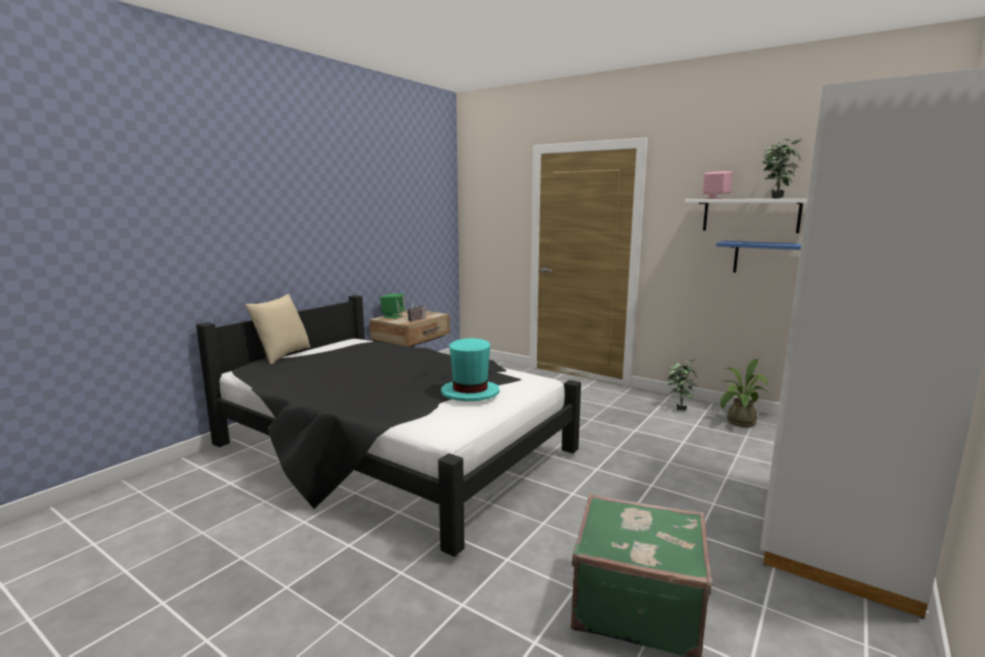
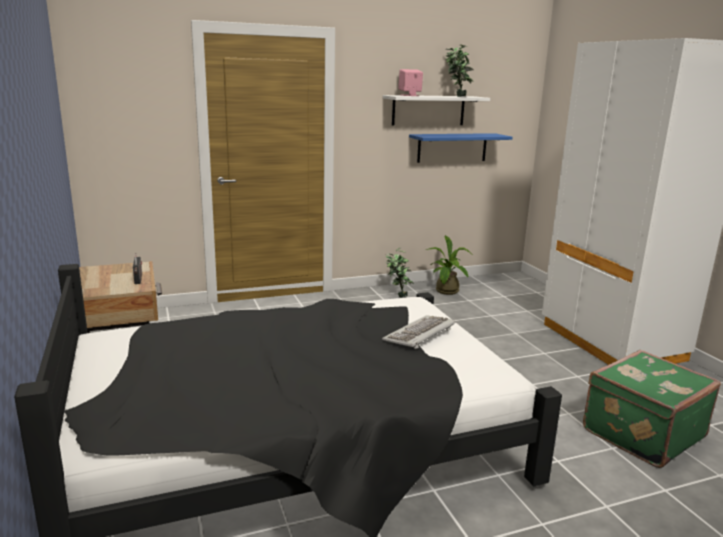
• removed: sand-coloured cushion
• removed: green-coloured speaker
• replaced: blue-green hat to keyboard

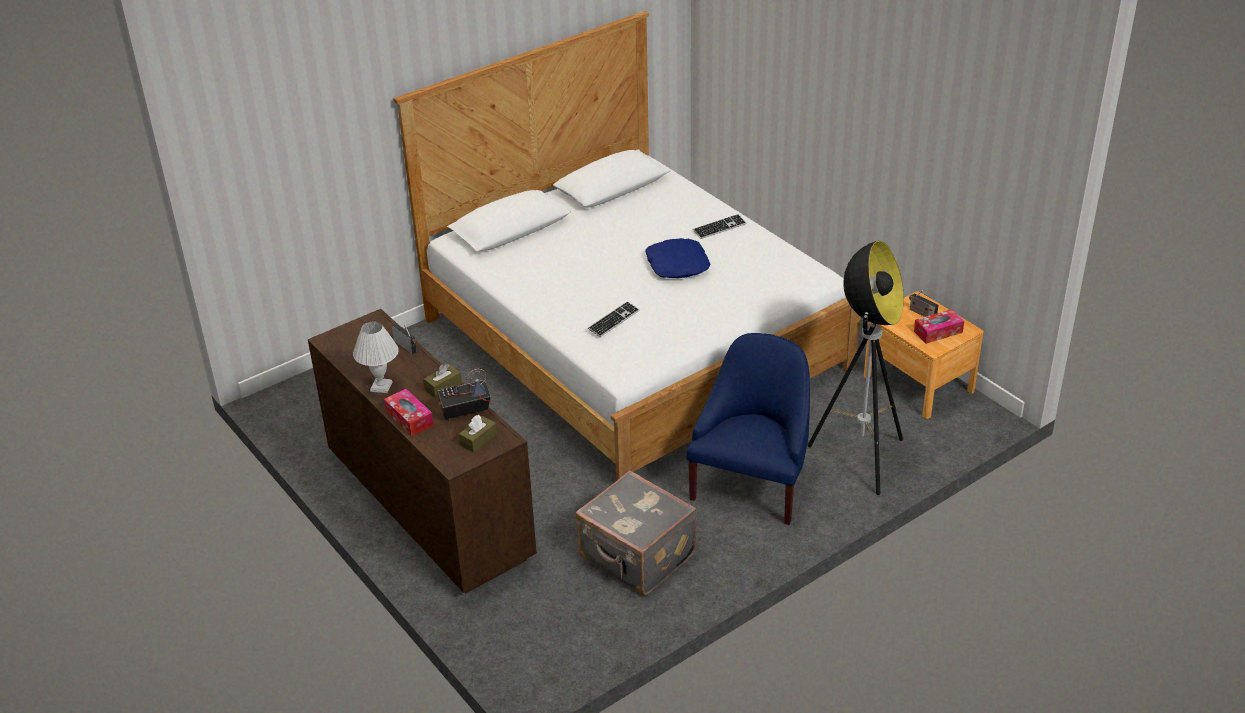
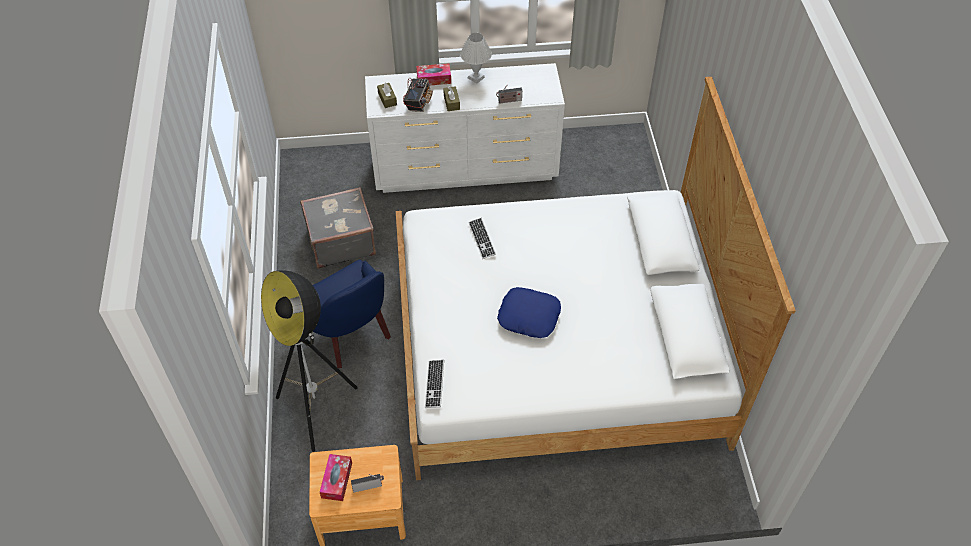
• moved: keyboard (2nd from left in the first image) to keyboard (1st from left)
• recoloured: brown-coloured drawer chest to white-coloured drawer chest

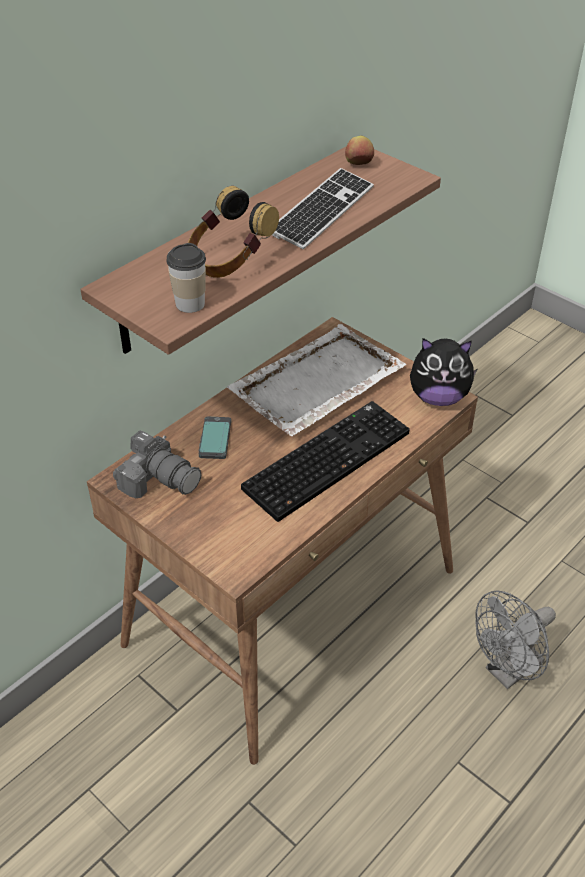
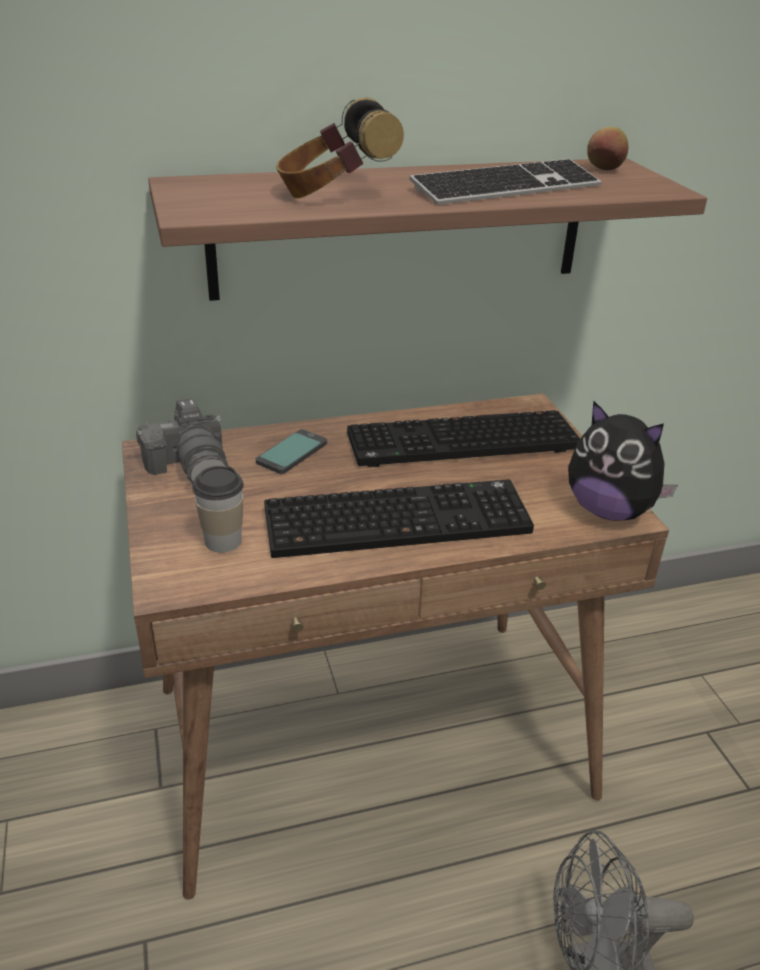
• moved: drinking cup
• replaced: white-coloured carrying tray to keyboard (2nd from left)

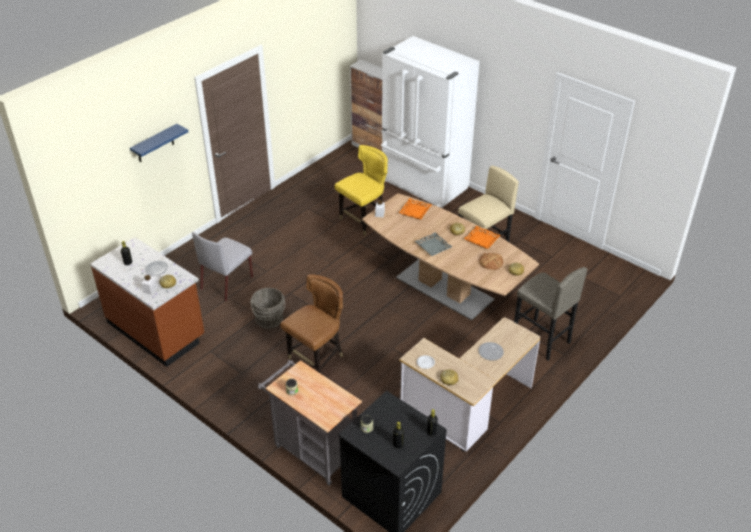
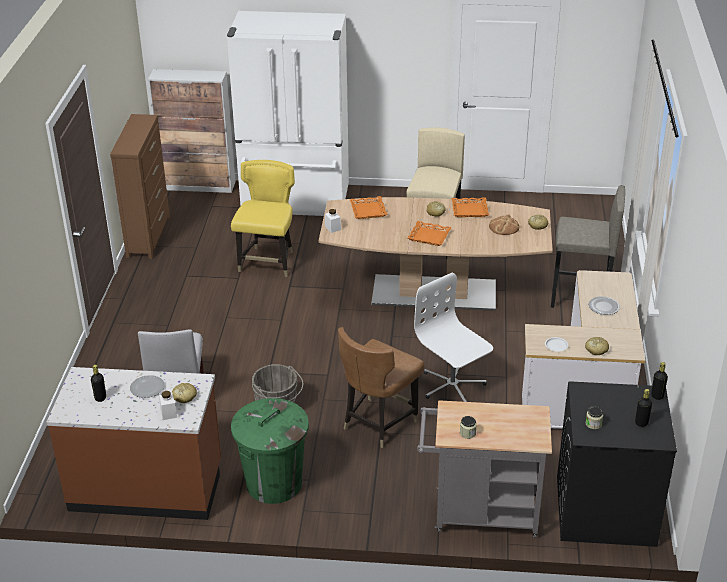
• removed: bluish bracket shelf
• added: brown-coloured drawer chest
• added: green-coloured trash can
• added: white-coloured office chair
• recoloured: greyish carrying tray to orange carrying tray (2nd from left)
• turned: brown-coloured upright chair 150 degrees counterclockwise

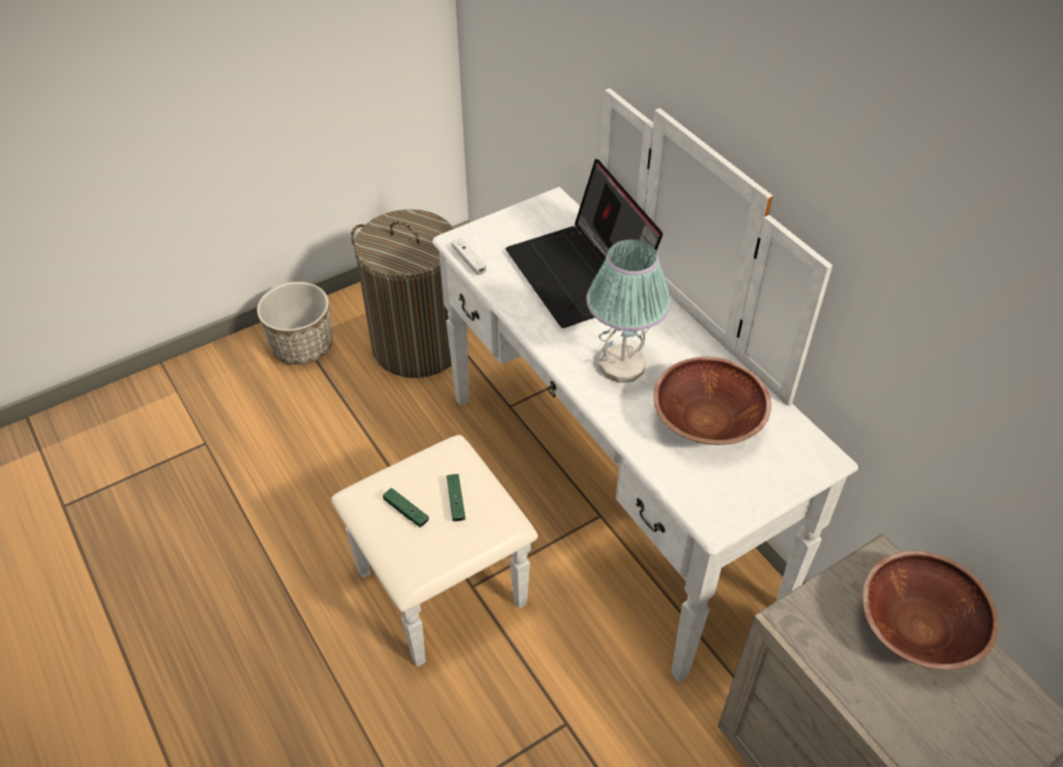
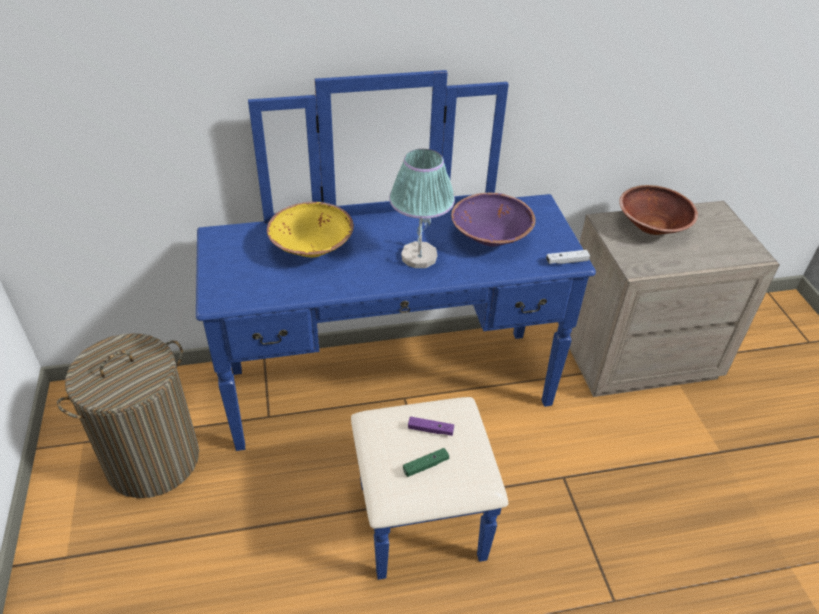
• removed: planter
• moved: white-coloured joypad
• replaced: laptop to yellow-coloured deep dish
• recoloured: white-coloured drawer chest to bluish drawer chest
• recoloured: green-coloured joypad (2nd from left) to purple-coloured joypad
• recoloured: brown-coloured deep dish (1st from left) to purple-coloured deep dish

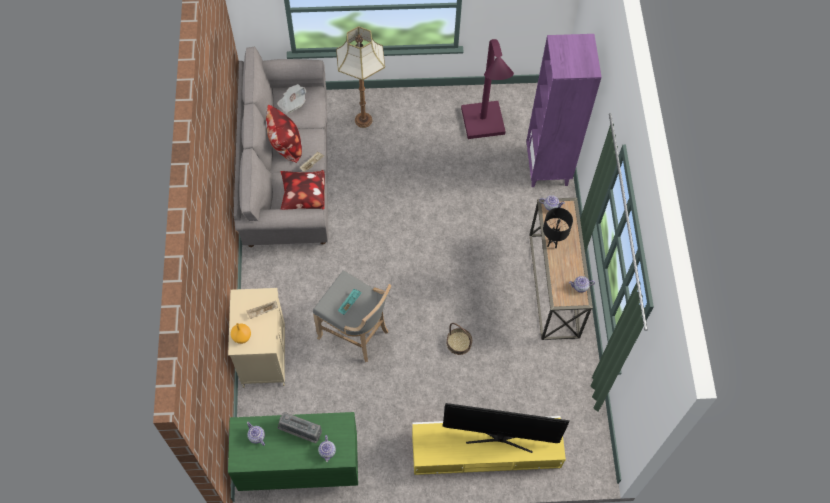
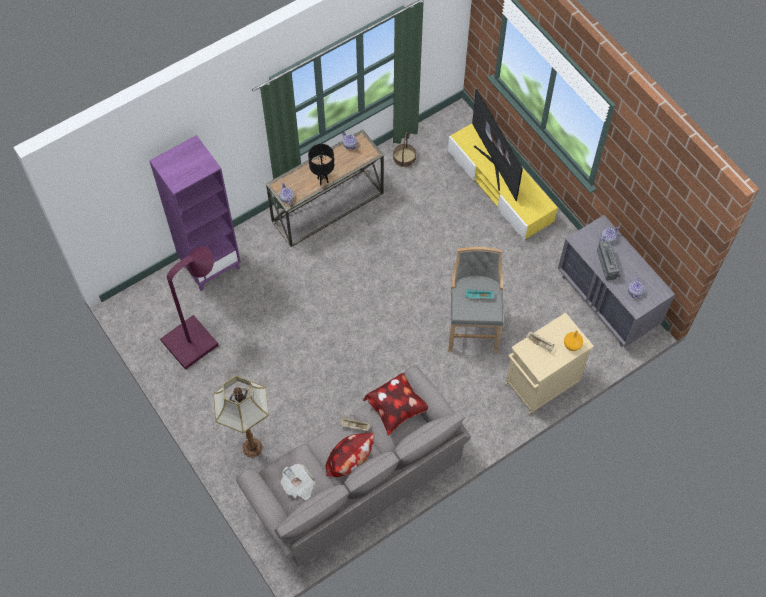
• moved: household basket
• recoloured: green-coloured drawer chest to greyish drawer chest

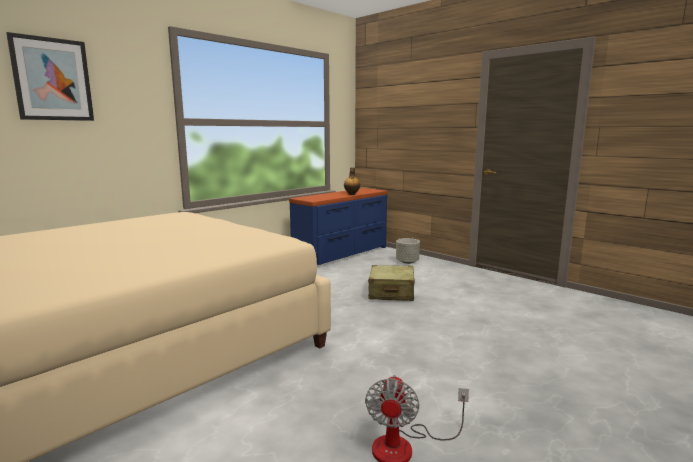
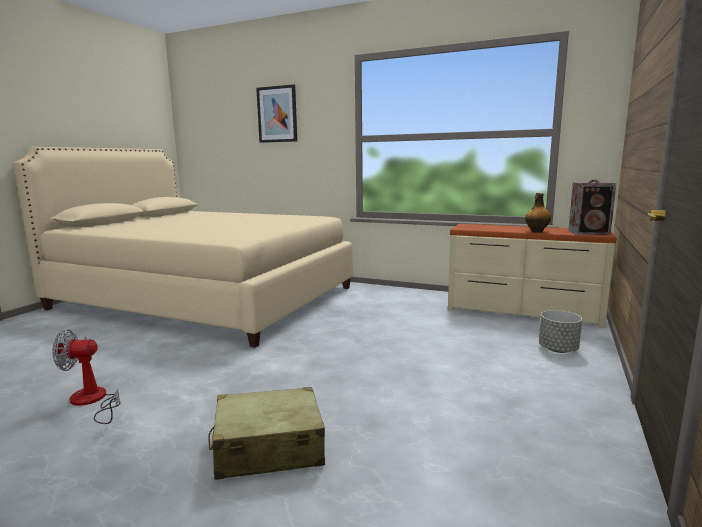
• added: speaker
• moved: sand-coloured piece of luggage
• recoloured: bluish drawer chest to sand-coloured drawer chest

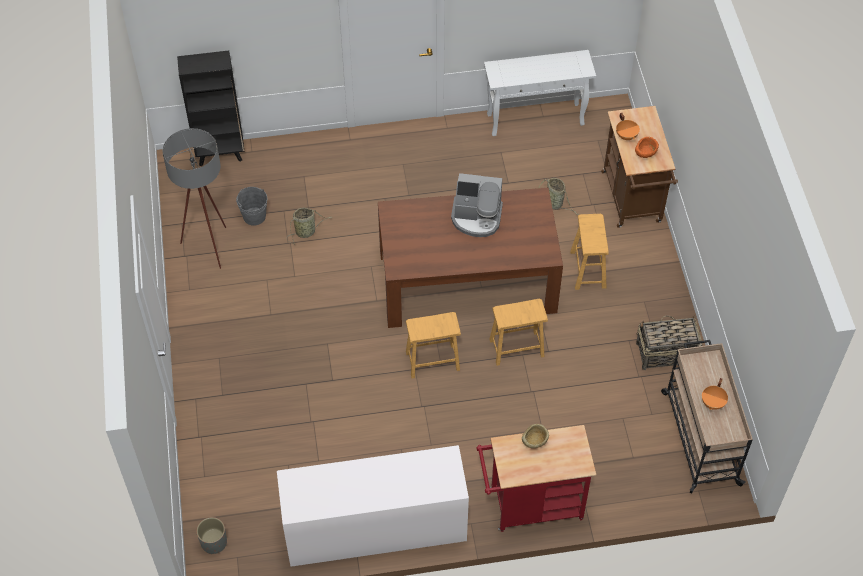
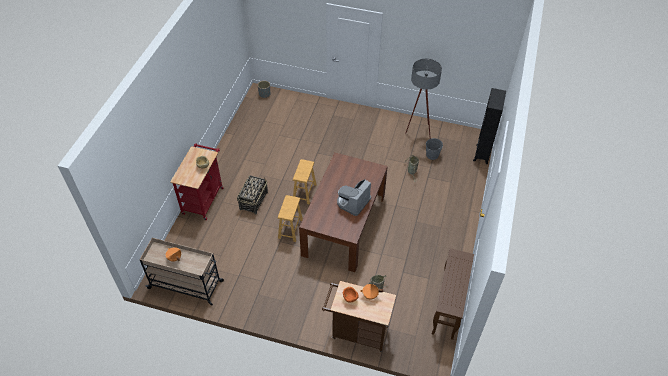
• removed: drawer chest
• removed: brown-coloured stool seat (3rd from left)
• moved: household basket (3rd from left in the first image) to household basket (1st from left)
• recoloured: white-coloured hall table to brown-coloured hall table

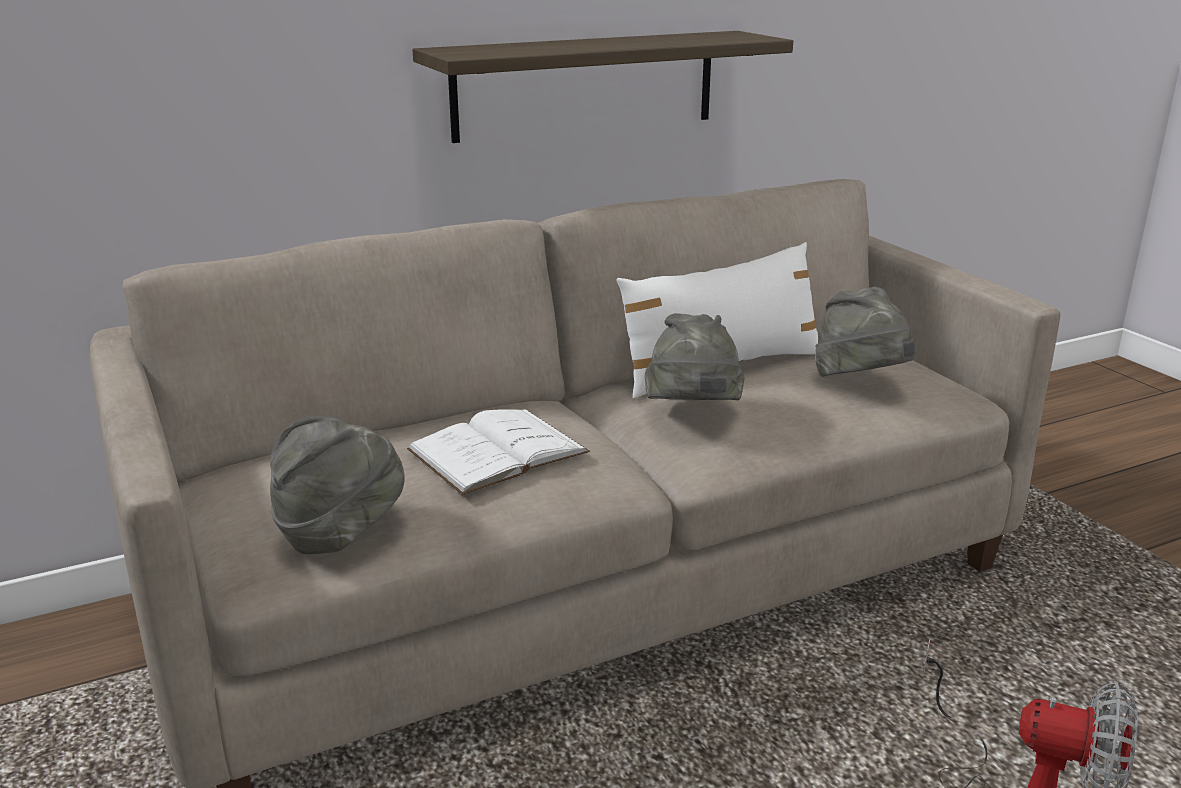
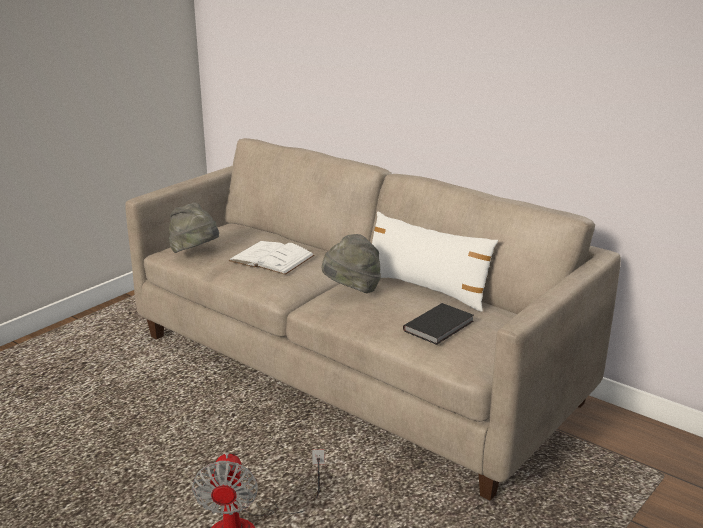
• removed: bracket shelf
• replaced: greyish hat (3rd from left) to black volume

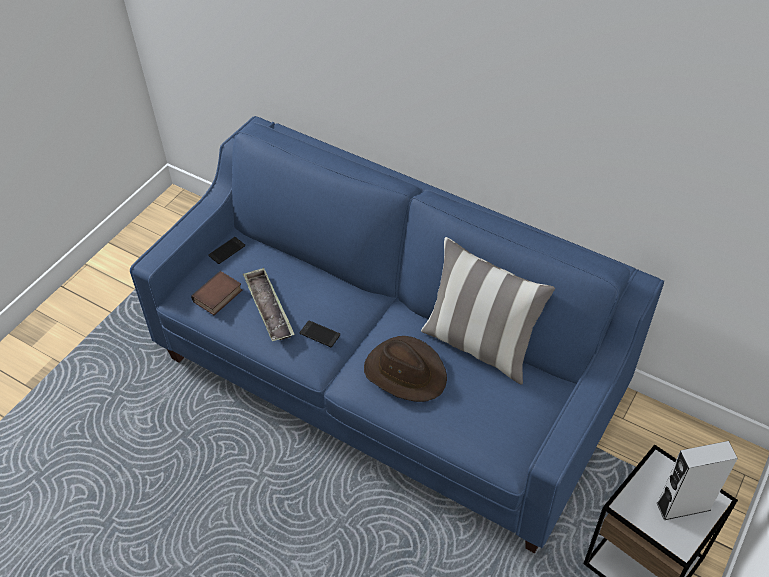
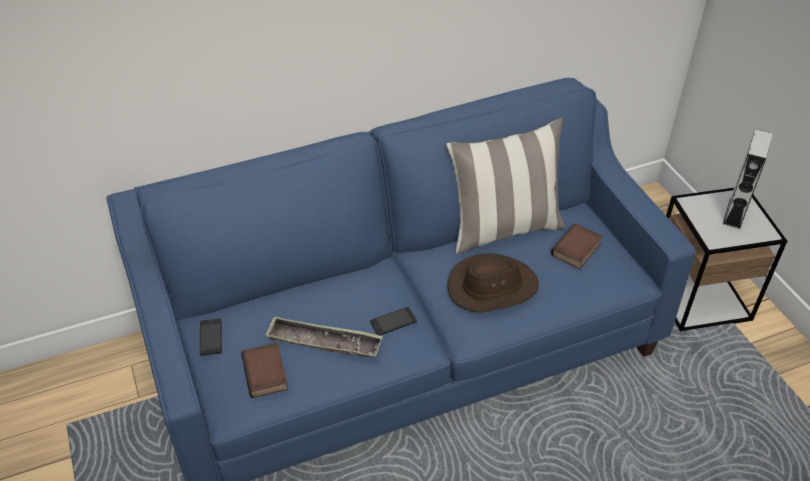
• added: volume (2nd from left)

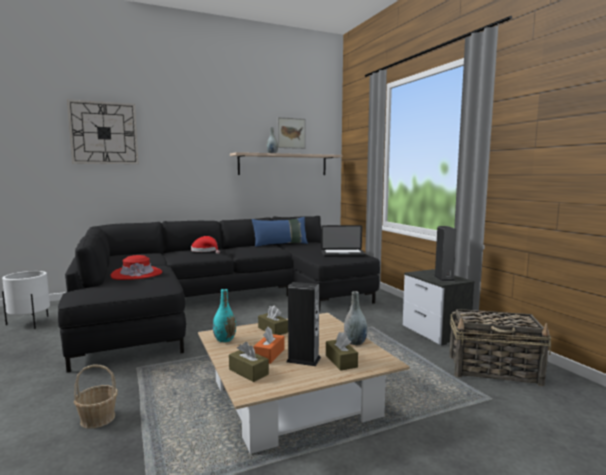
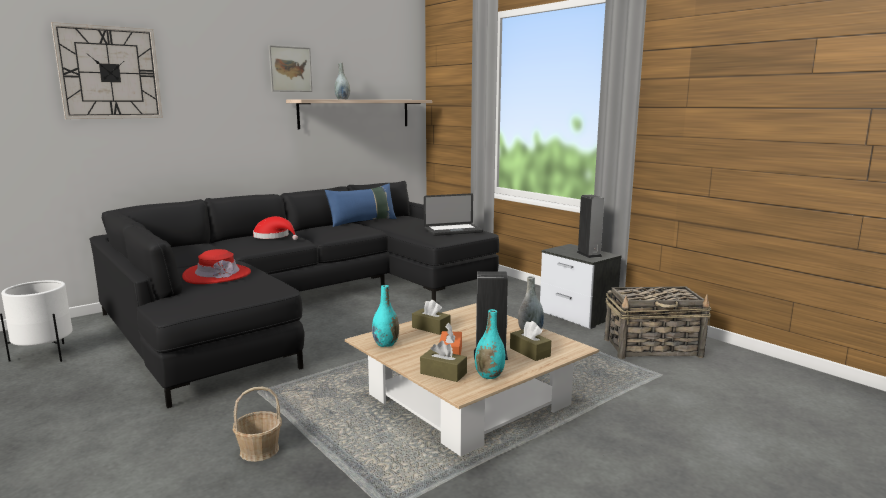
• added: blue-green flower vase (2nd from left)
• moved: wall picture

